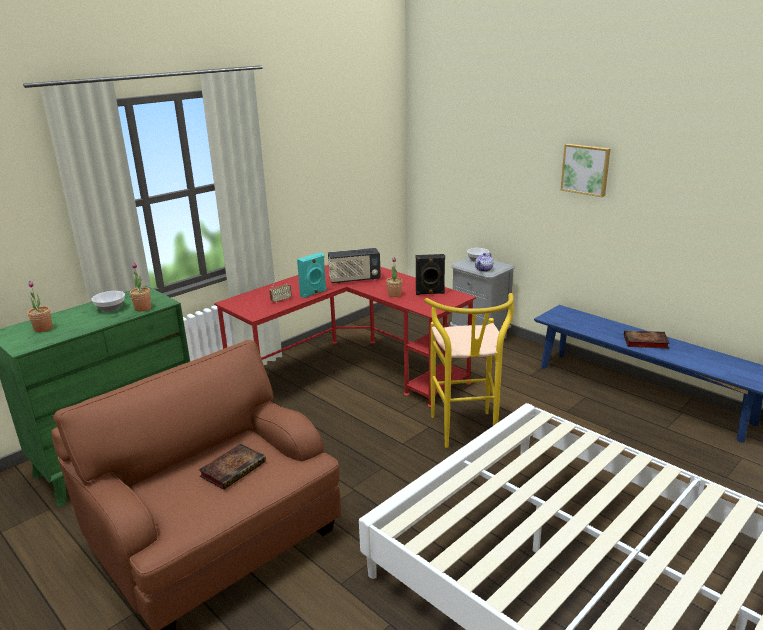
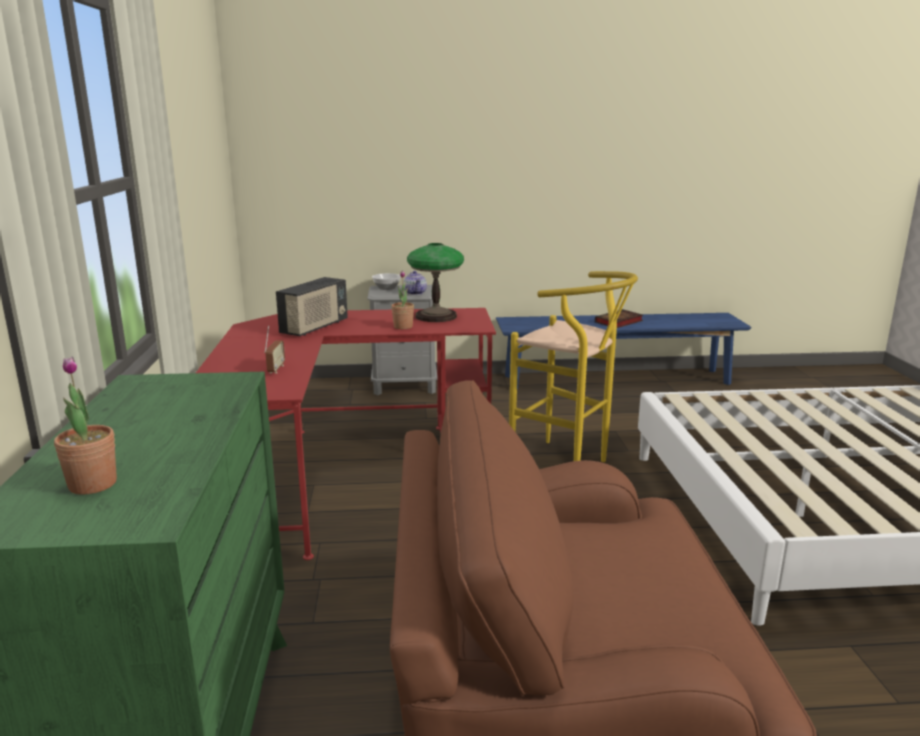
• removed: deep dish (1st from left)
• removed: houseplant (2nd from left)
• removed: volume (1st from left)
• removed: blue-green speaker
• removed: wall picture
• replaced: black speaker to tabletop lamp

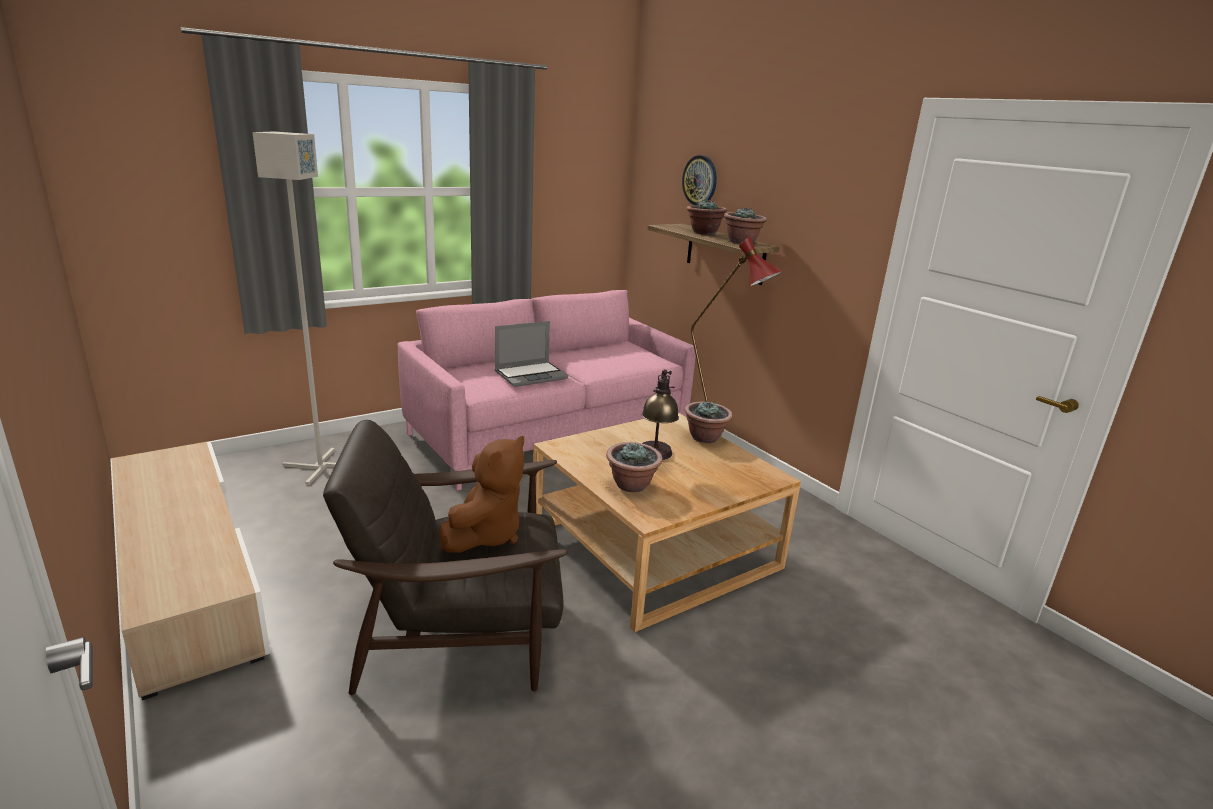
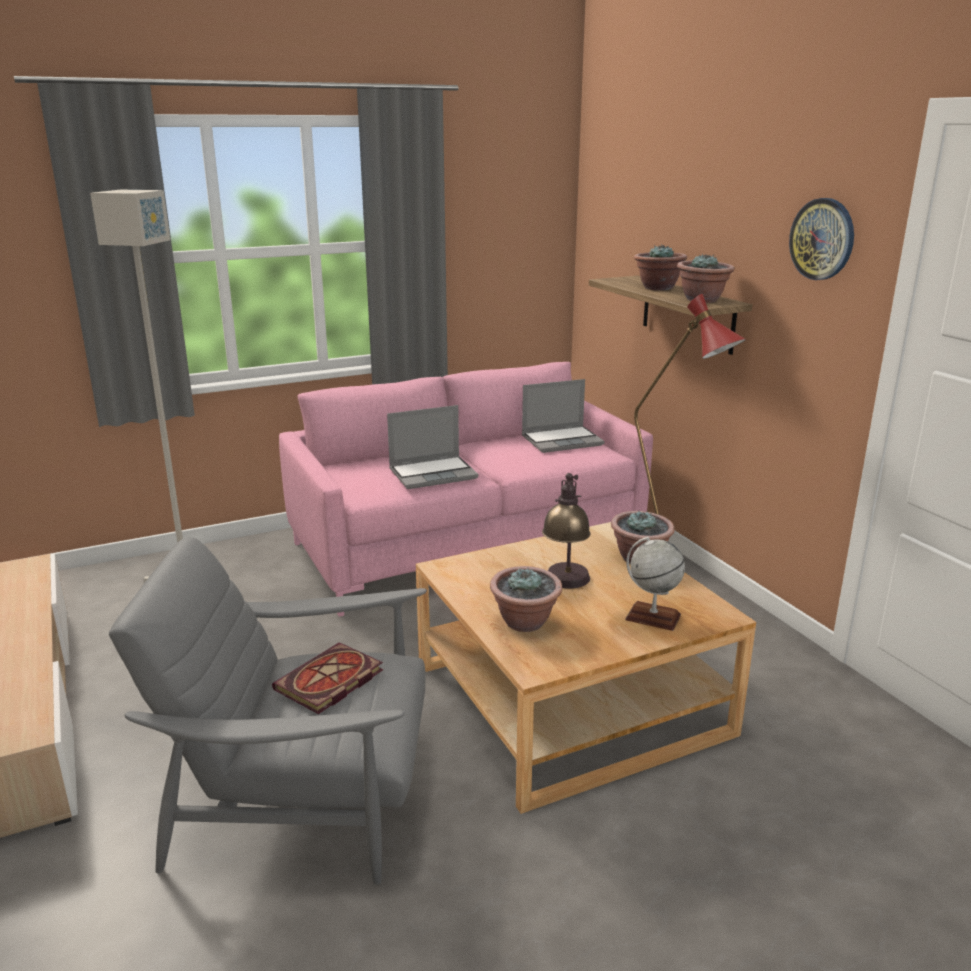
• added: laptop (2nd from left)
• added: desk globe
• moved: hanging clock
• replaced: brown-coloured soft toy to volume
• recoloured: brown-coloured lounge chair to greyish lounge chair

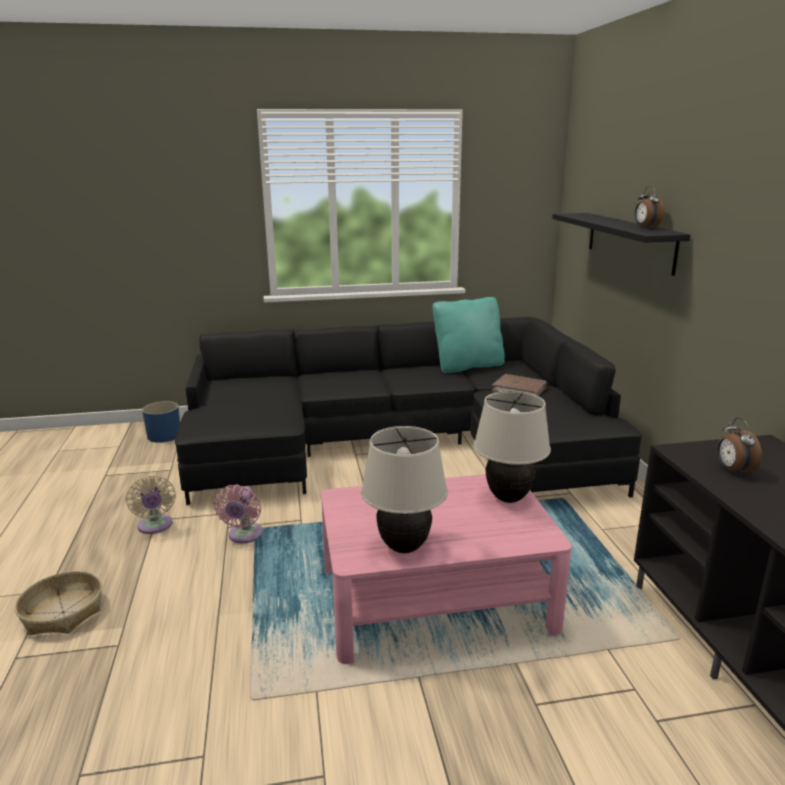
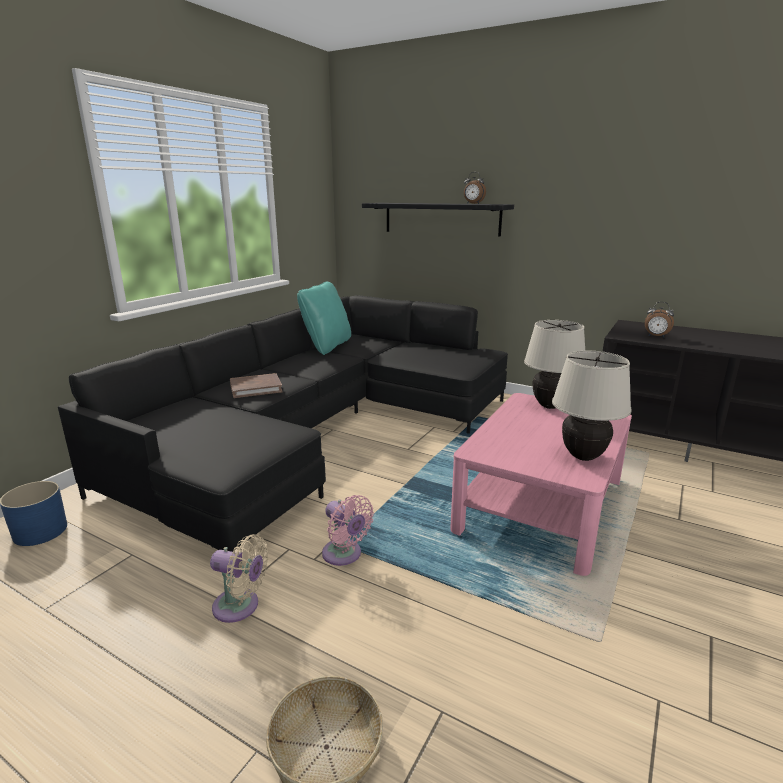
• moved: brown-coloured volume

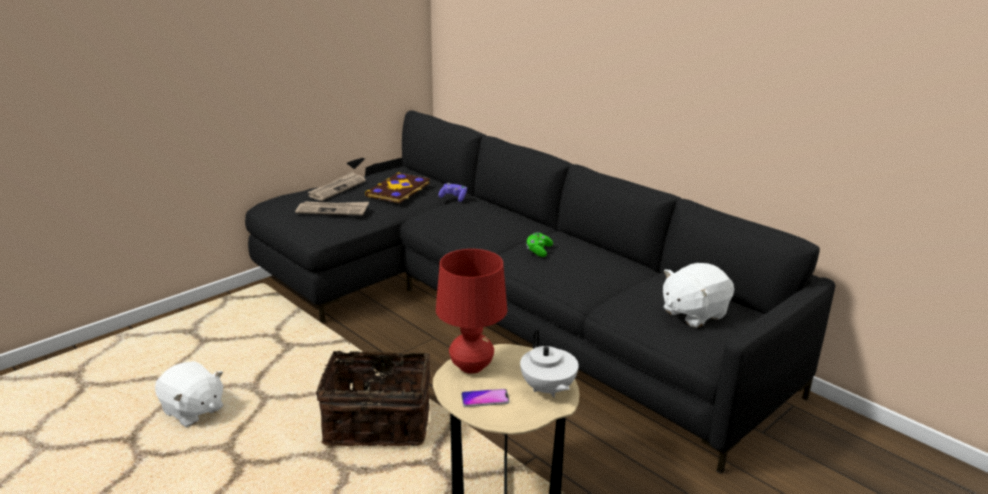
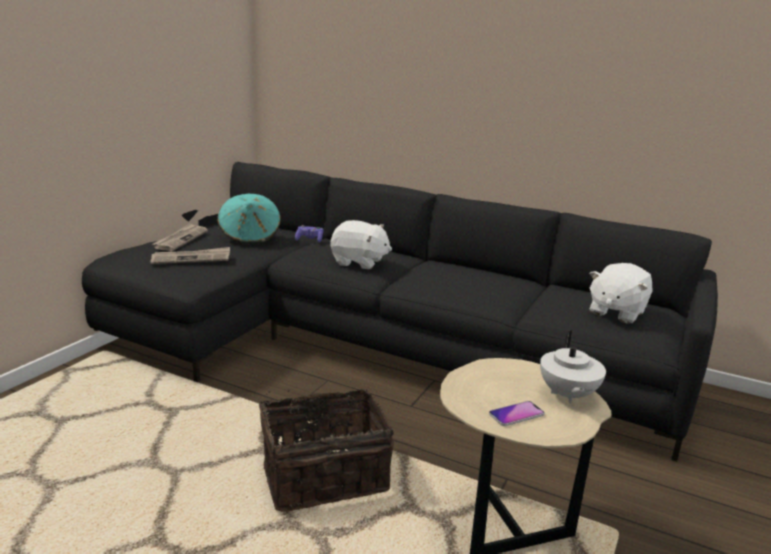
• removed: red-coloured tabletop lamp
• removed: green-coloured joypad
• moved: white-coloured soft toy (1st from left)
• replaced: volume to blue-green hat
• turned: white-coloured tea pot 45 degrees clockwise

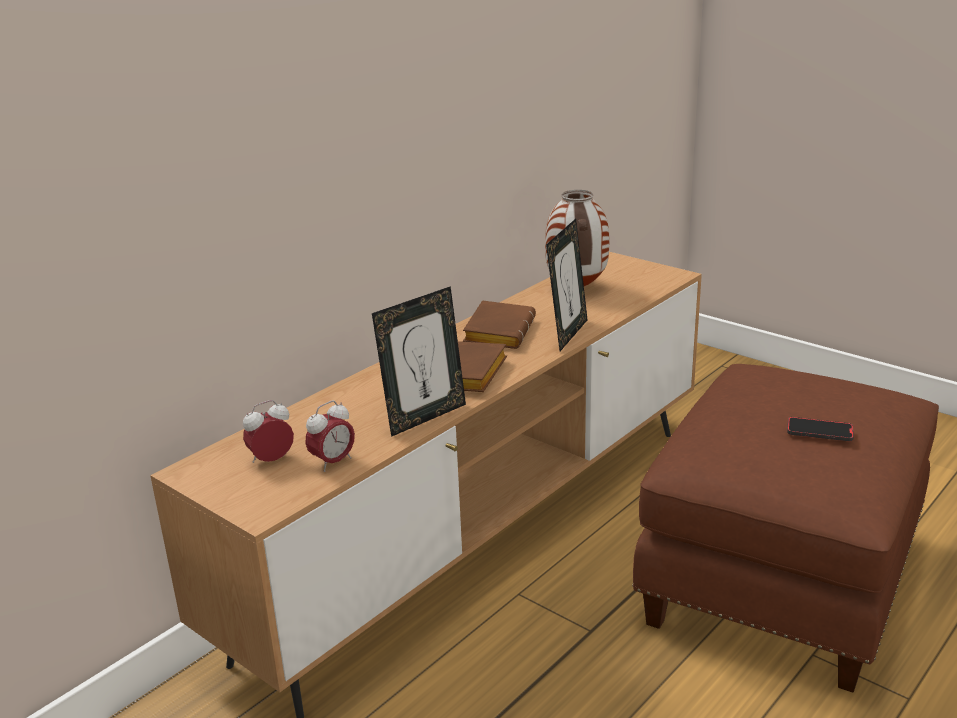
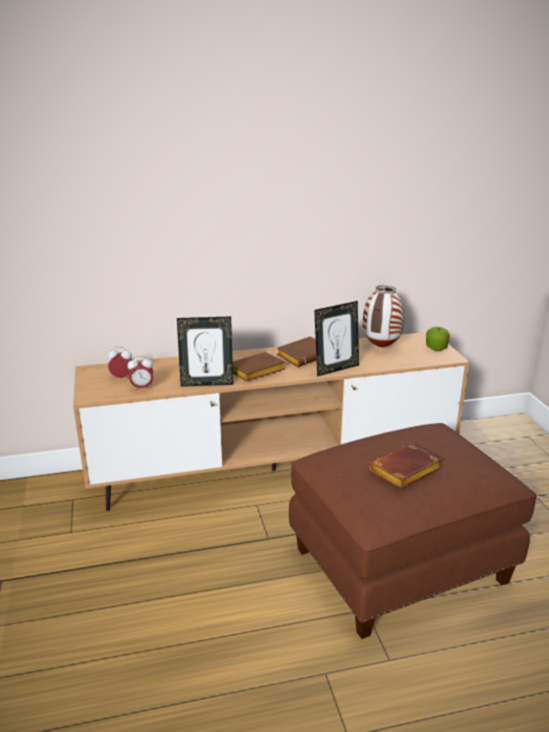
• added: whole apple
• replaced: phone to brown-coloured volume (3rd from left)

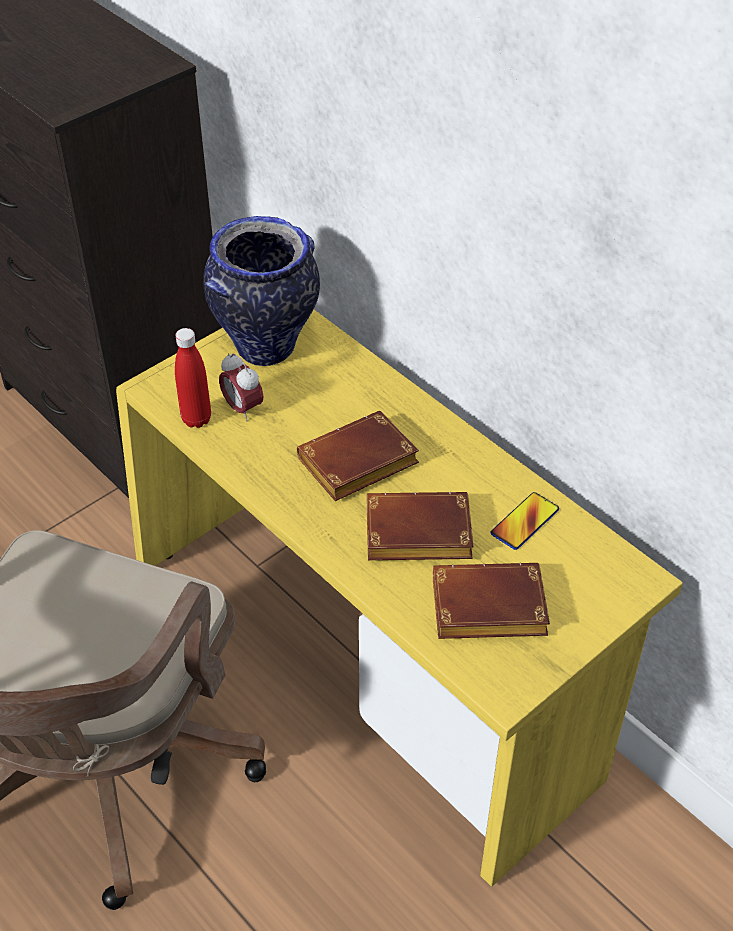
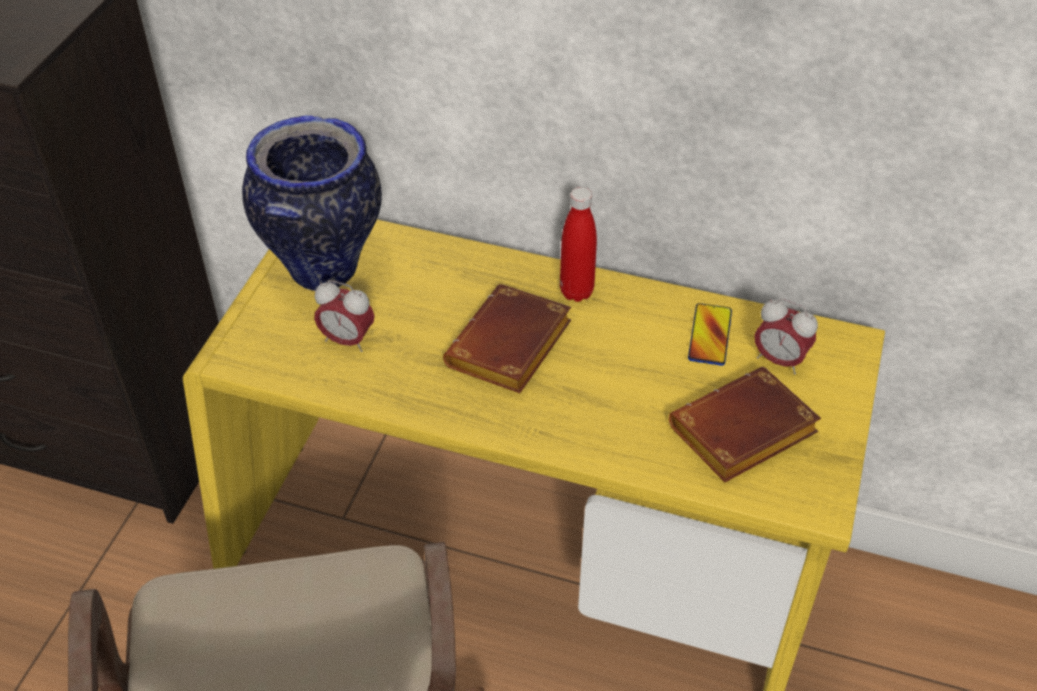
• removed: brown-coloured volume (2nd from left)
• added: table clock (2nd from left)
• moved: red-coloured beverage bottle

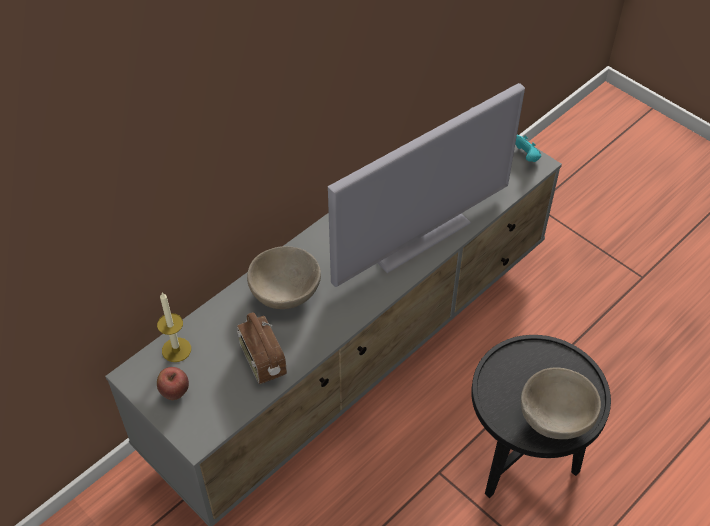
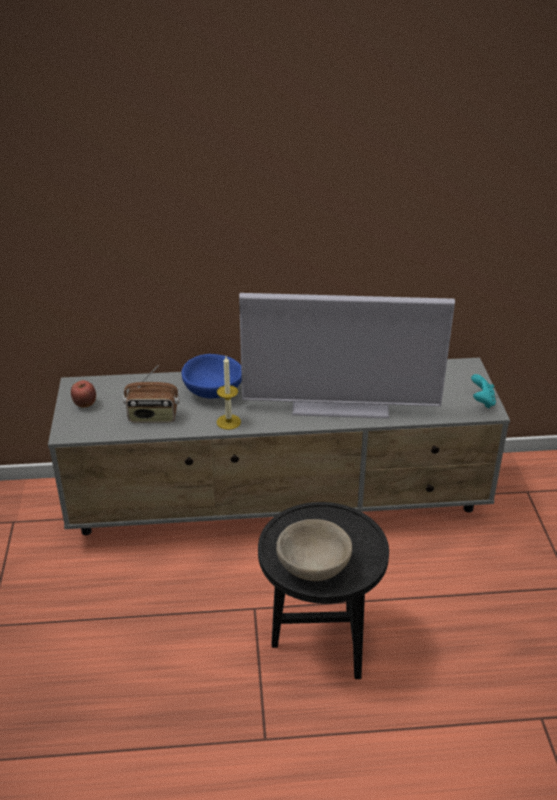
• moved: wax candle
• recoloured: sand-coloured deep dish (1st from left) to bluish deep dish
• turned: radio 105 degrees counterclockwise

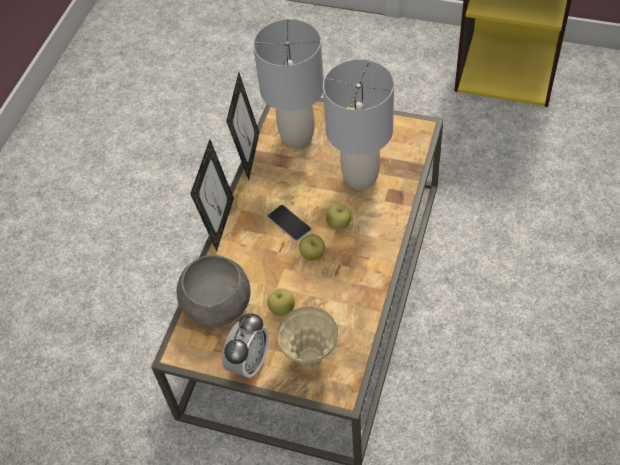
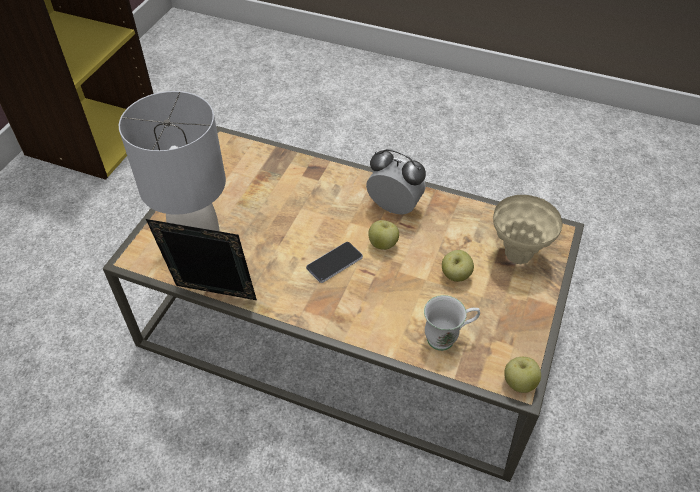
• removed: standing frame (1st from left)
• removed: greyish tabletop lamp (2nd from left)
• moved: table clock
• moved: whole apple (3rd from left)
• replaced: greyish deep dish to white-coloured mug

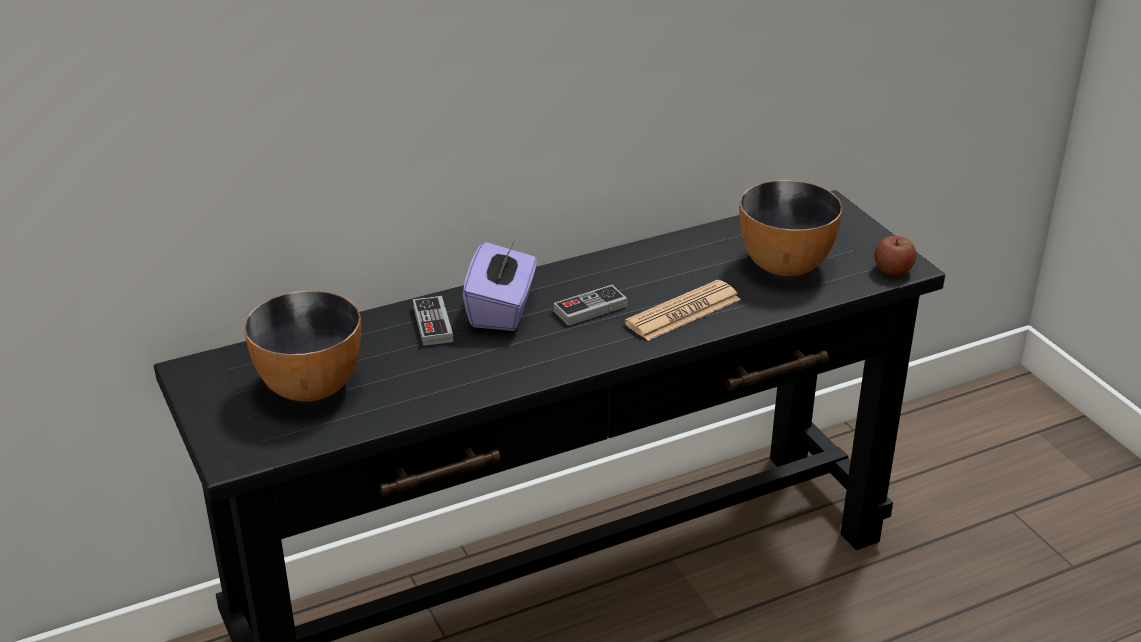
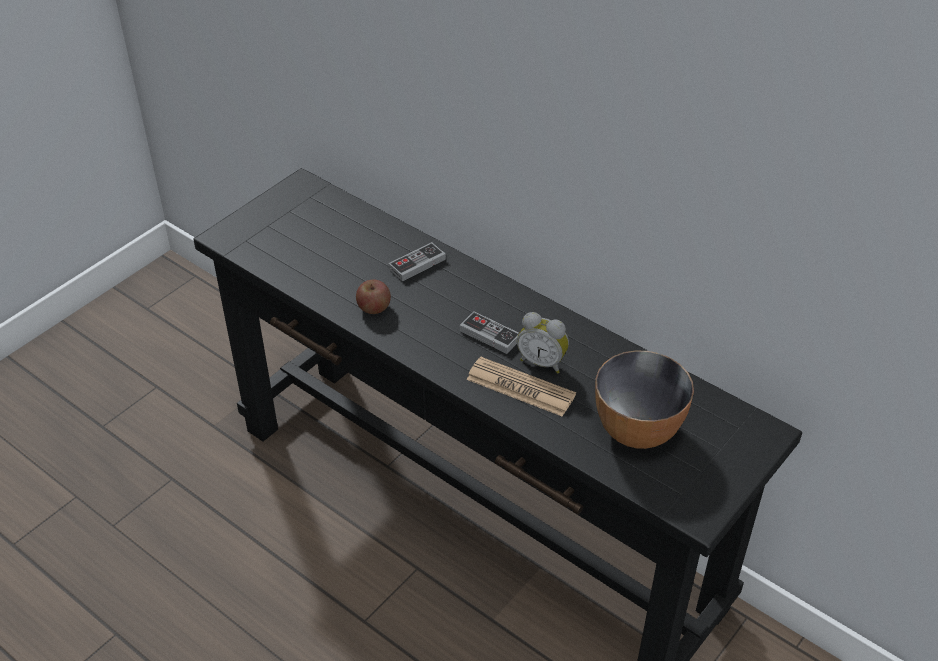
• removed: deep dish (1st from left)
• removed: purple-coloured tissue holder
• added: table clock
• moved: whole apple

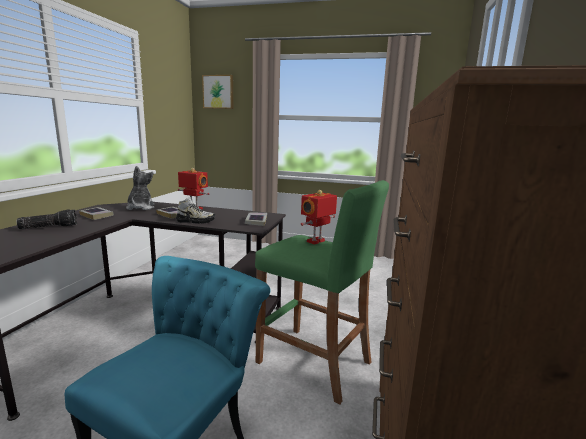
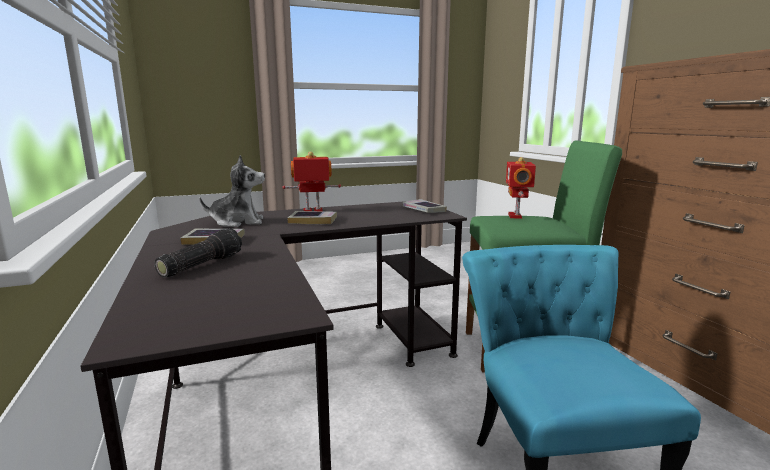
• removed: low shoe
• removed: wall picture
• turned: soft toy 120 degrees clockwise

